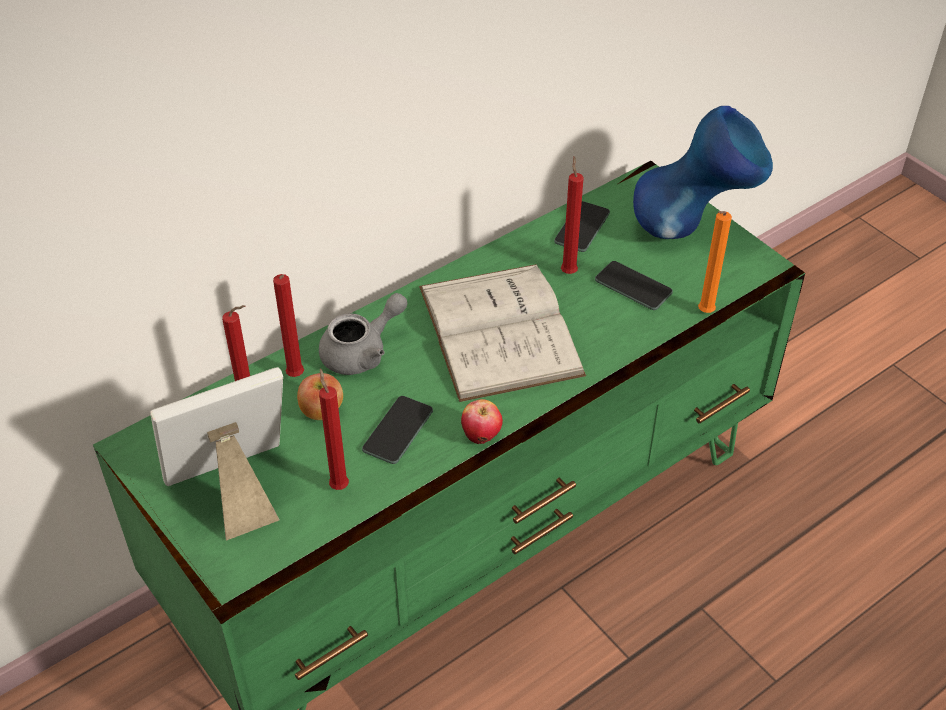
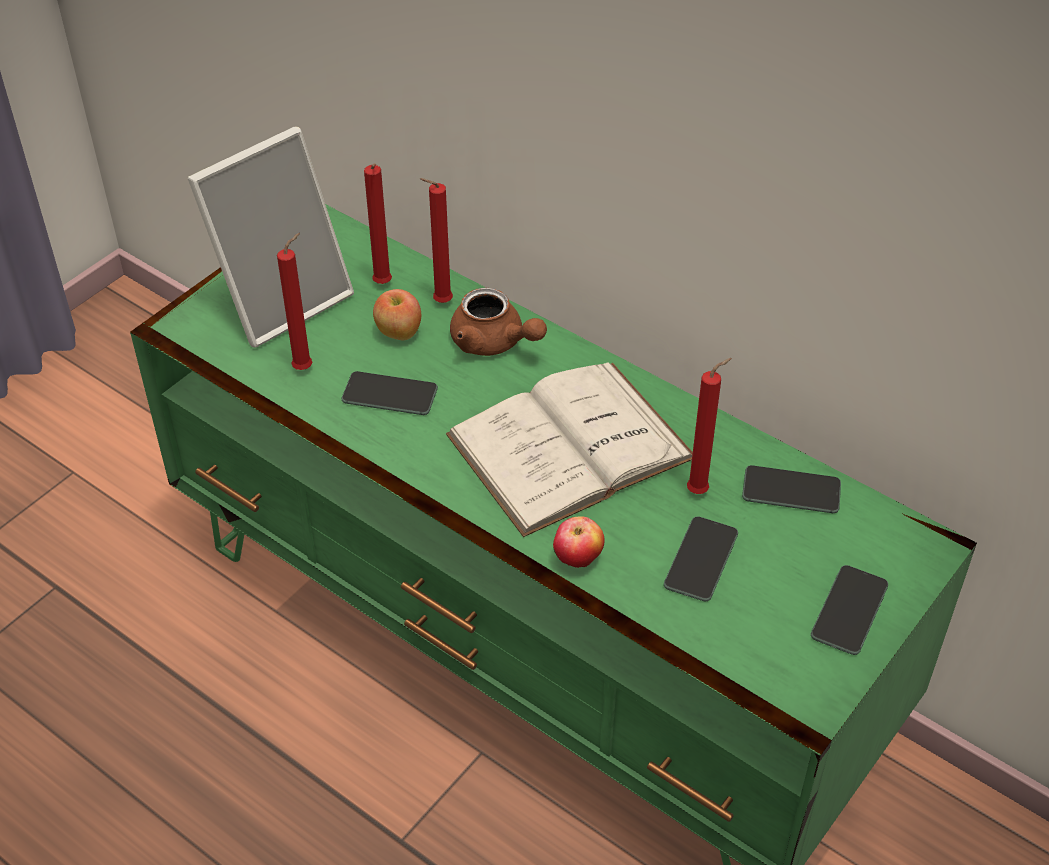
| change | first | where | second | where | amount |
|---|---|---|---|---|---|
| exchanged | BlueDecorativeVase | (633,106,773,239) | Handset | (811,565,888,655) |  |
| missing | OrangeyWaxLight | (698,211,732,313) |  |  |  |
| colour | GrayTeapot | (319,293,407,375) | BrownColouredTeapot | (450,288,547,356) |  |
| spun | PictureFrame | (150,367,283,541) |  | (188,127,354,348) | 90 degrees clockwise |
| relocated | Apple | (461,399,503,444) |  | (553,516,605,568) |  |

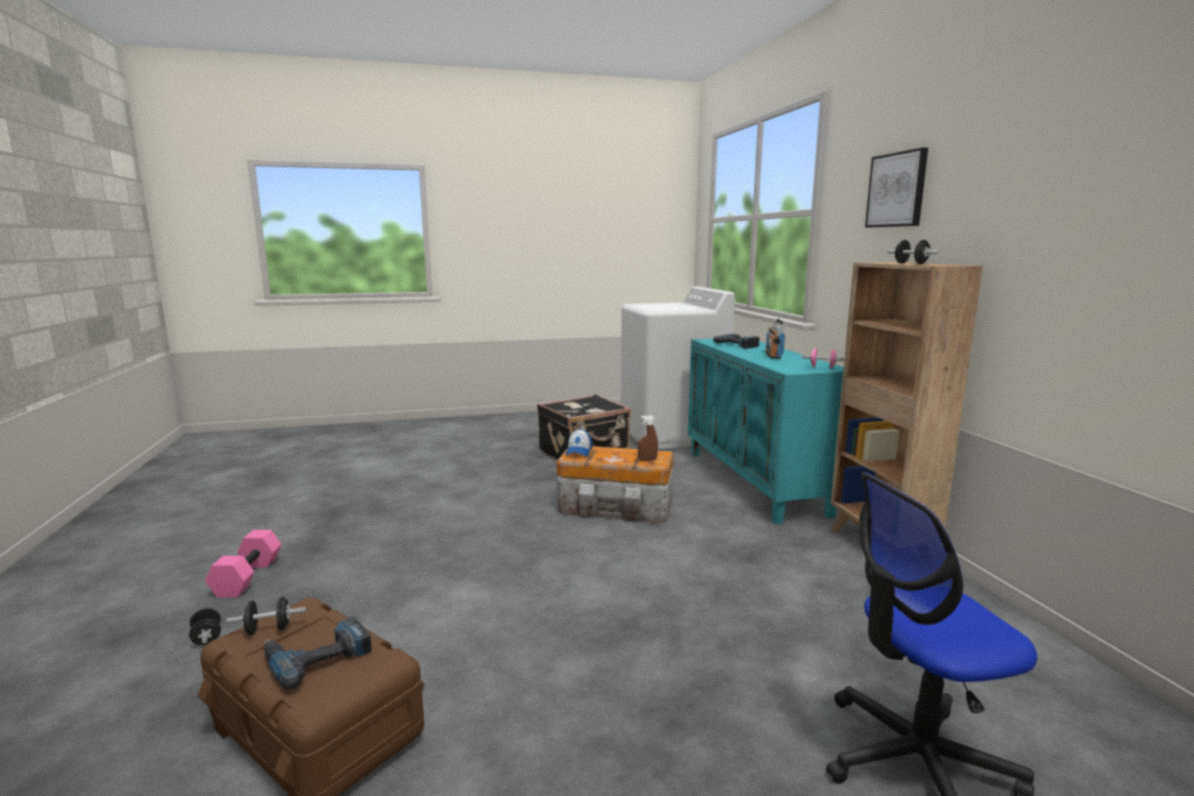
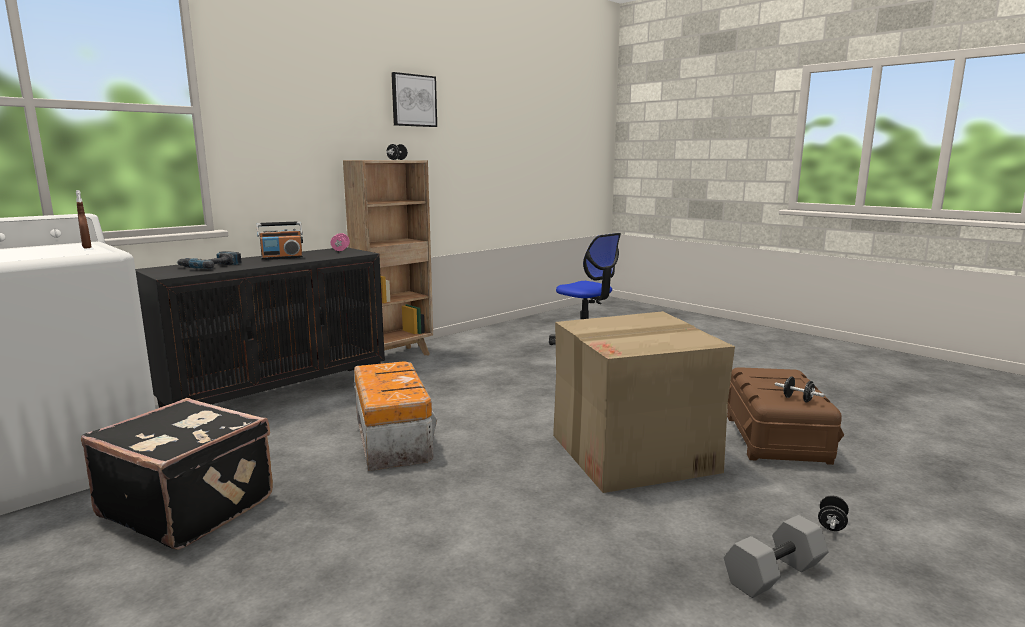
| change | first | where | second | where | amount |
|---|---|---|---|---|---|
| relocated | WallArt | (865,148,928,227) |  | (391,72,437,127) |  |
| colour | TurquoiseColouredCupboard | (688,339,844,524) | BlackColouredCupboard | (135,247,385,408) |  |
| relocated | BrownColouredSprayer | (638,416,658,461) |  | (76,190,92,249) |  |
| missing | Cap | (565,429,592,457) |  |  |  |
| colour | PinkDumbbell | (205,530,281,598) | GrayDumbbell | (724,515,828,598) |  |
| missing | Drill | (264,617,372,690) |  |  |  |
| appeared |  |  | Carton | (553,311,735,493) |  |

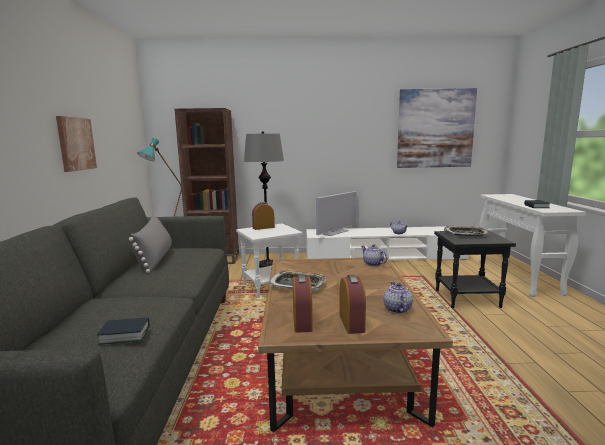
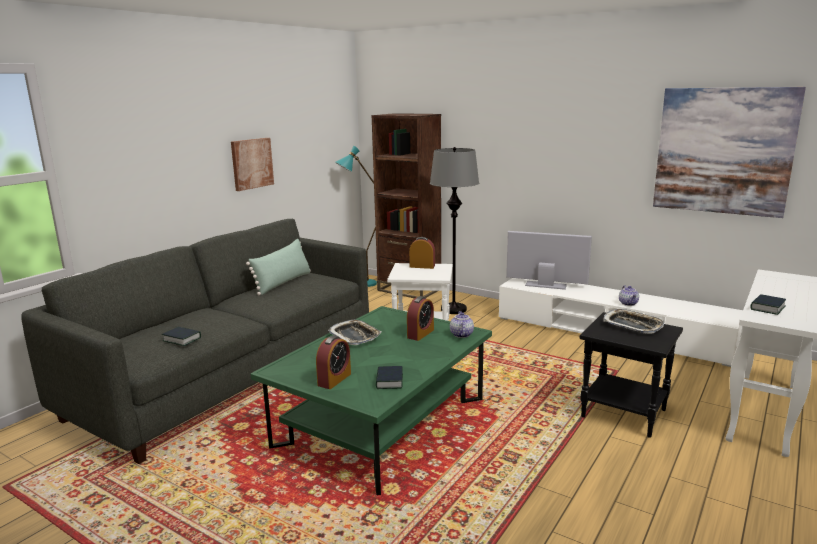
| change | first | where | second | where | amount |
|---|---|---|---|---|---|
| spun | Television | (316,191,357,236) |  | (506,231,592,290) | 150 degrees counterclockwise |
| colour | GrayThrowPillow | (129,215,172,273) | GreenColouredThrowPillow | (246,239,311,295) |  |
| colour | BrownColouredLowTable | (258,257,453,432) | GreenColouredLowTable | (251,306,492,495) |  |
| relocated | AlarmClock | (293,274,313,333) |  | (407,296,434,341) |  |
| exchanged | Teapot | (384,282,413,314) | Volume | (376,366,403,389) |  |

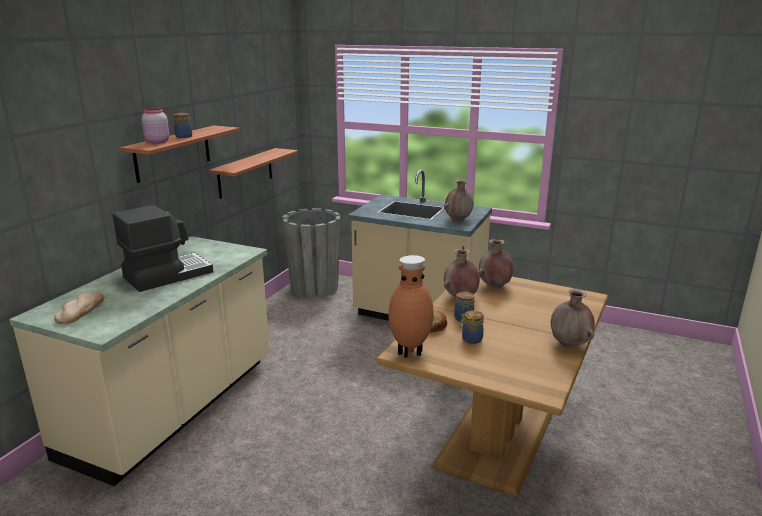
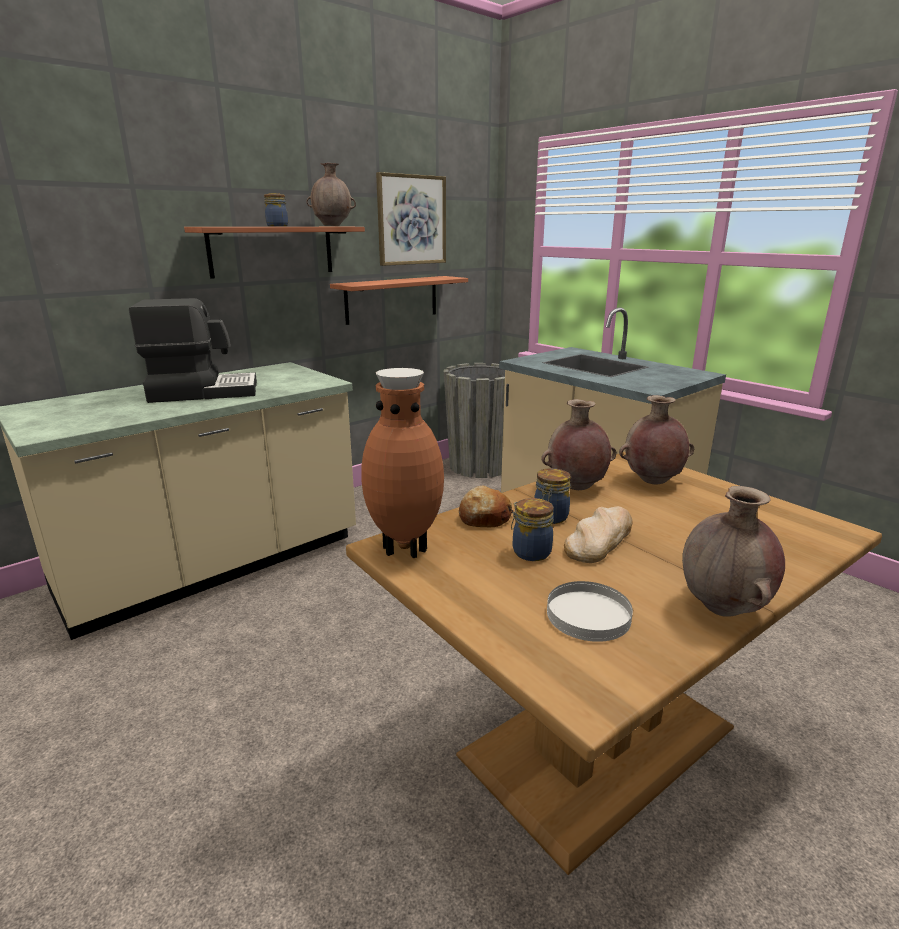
| change | first | where | second | where | amount |
|---|---|---|---|---|---|
| missing | PinkJar | (142,108,169,144) |  |  |  |
| relocated | BrownColouredDecorativeVase | (444,180,474,221) |  | (307,163,356,226) |  |
| relocated | BakedBread | (54,291,105,324) |  | (564,506,632,563) |  |
| appeared |  |  | WallArt | (376,172,446,266) |  |
| appeared |  |  | WhitePlate | (547,581,633,642) |  |

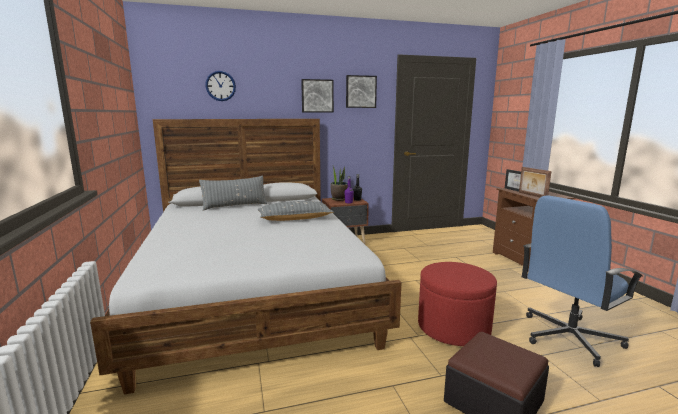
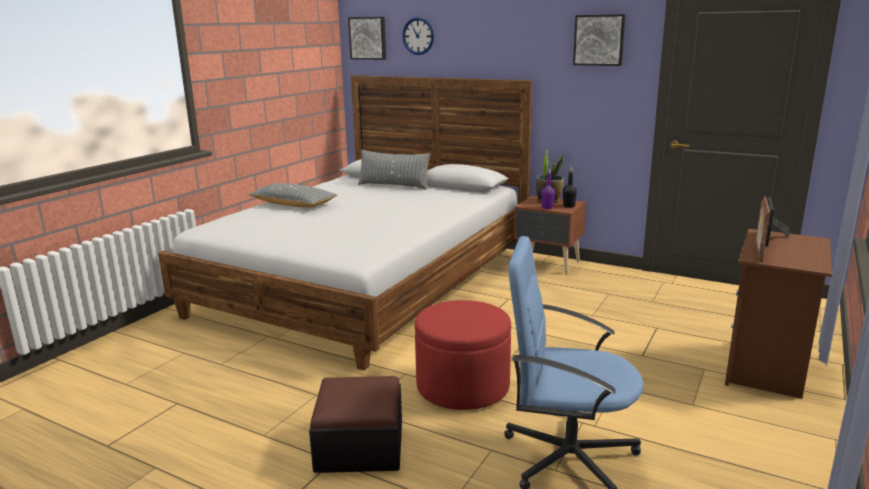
| change | first | where | second | where | amount |
|---|---|---|---|---|---|
| relocated | WallArt | (301,79,334,113) |  | (348,17,386,60) |  |
| relocated | GrayThrowPillow | (258,201,334,221) |  | (248,183,338,208) |  |

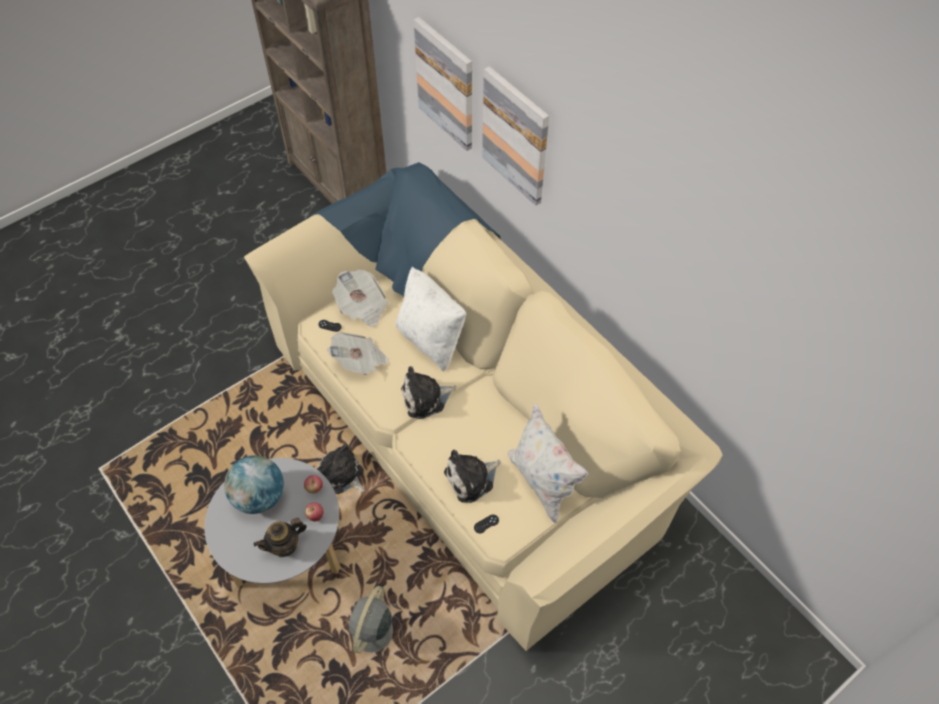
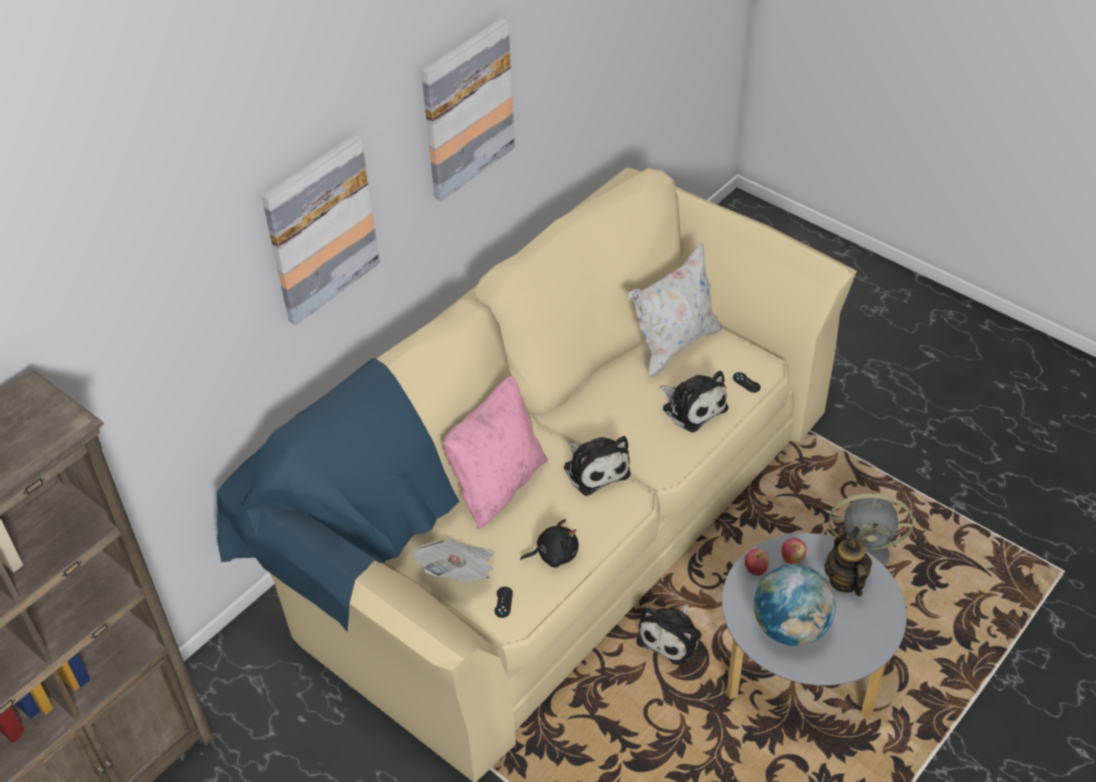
| change | first | where | second | where | amount |
|---|---|---|---|---|---|
| relocated | WallArt | (414,17,472,151) |  | (421,18,515,201) |  |
| colour | WhiteThrowPillow | (395,266,466,371) | PinkThrowPillow | (443,376,548,529) |  |
| exchanged | Newspaper | (327,332,389,375) | BlackColouredCuddlyToy | (520,519,579,568) |  |
| spun | Teapot | (254,517,307,557) |  | (824,526,872,596) | 150 degrees counterclockwise |

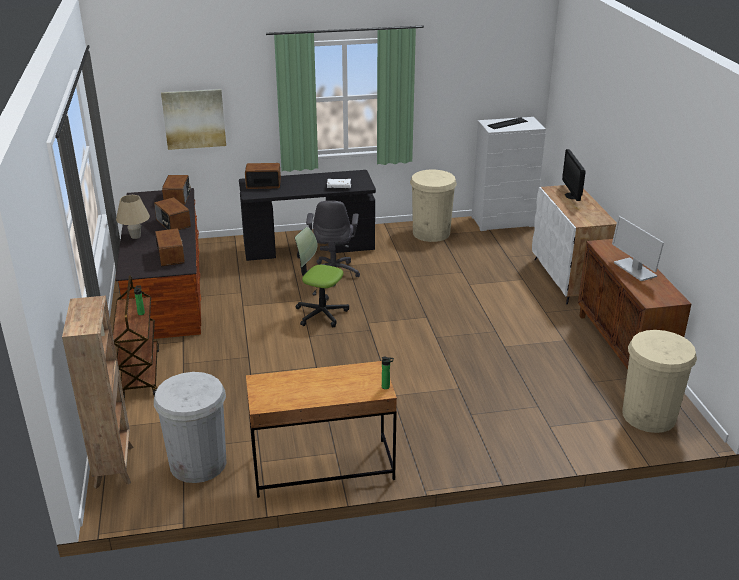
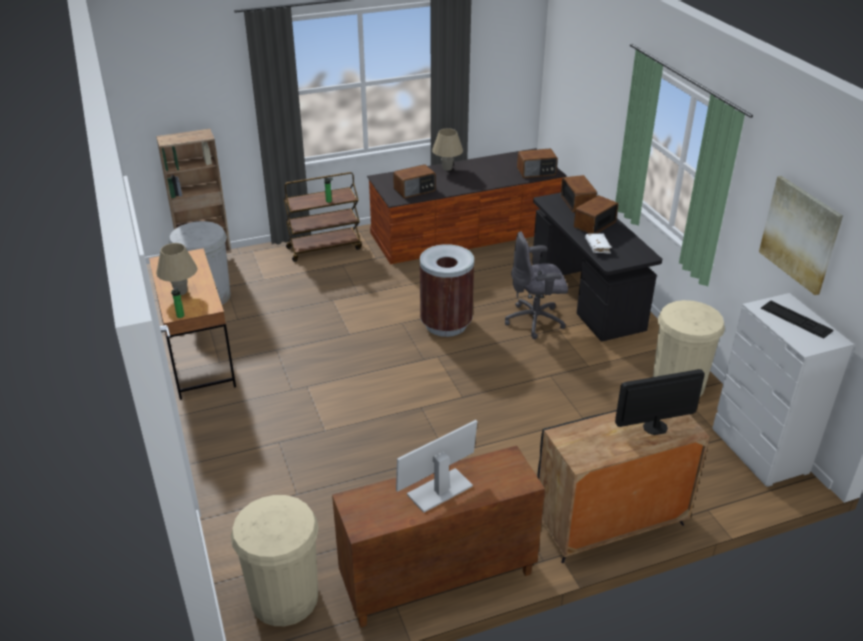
| change | first | where | second | where | amount |
|---|---|---|---|---|---|
| relocated | WallArt | (161,89,226,150) |  | (759,176,843,295) |  |
| colour | WhiteCupboard | (532,185,617,304) | BlackColouredCupboard | (537,410,710,563) |  |
| relocated | RadioSet | (154,197,191,230) |  | (574,195,618,234) |  |
| exchanged | ComputerChair | (295,227,349,327) | BrownColouredTrashCan | (420,244,474,337) |  |
| appeared |  |  | BeigeColouredTableLamp | (156,243,198,295) |  |

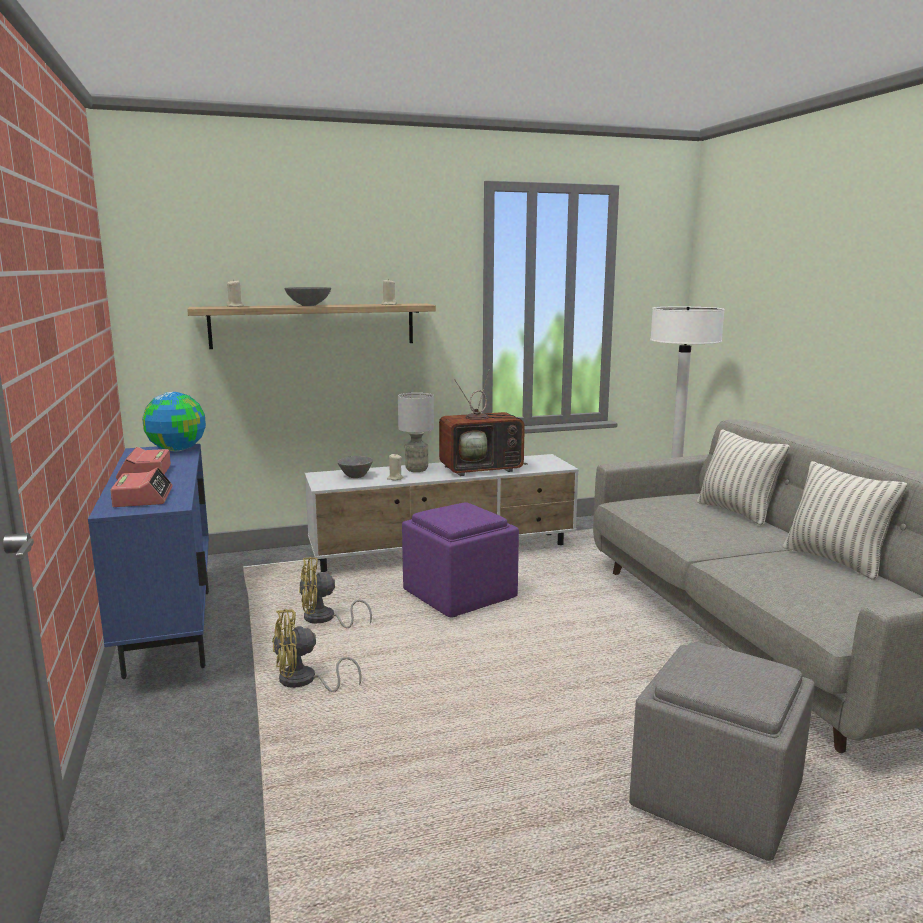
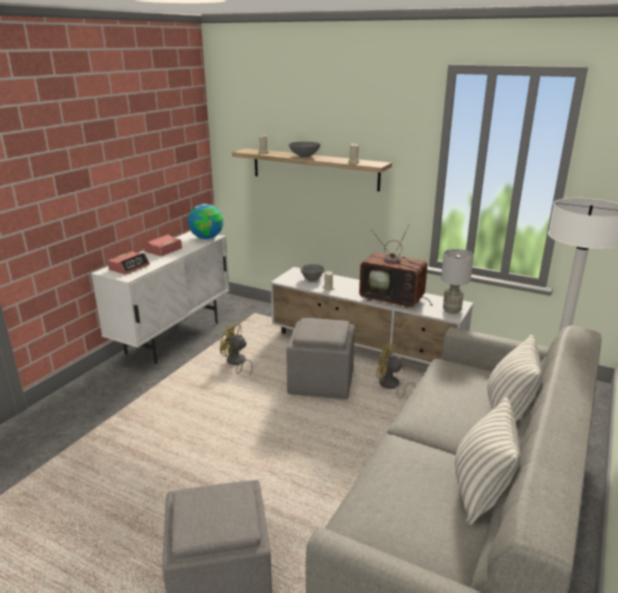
| change | first | where | second | where | amount |
|---|---|---|---|---|---|
| relocated | GrayTableLamp | (398,392,434,472) |  | (441,249,474,314) |  |
| colour | BlueCupboard | (88,444,209,679) | WhiteCupboard | (91,231,230,364) |  |
| colour | PurplePouffe | (402,502,519,617) | GrayPouffe | (286,318,355,399) |  |
| relocated | YellowColouredFan | (272,609,362,692) |  | (376,344,416,399) |  |

